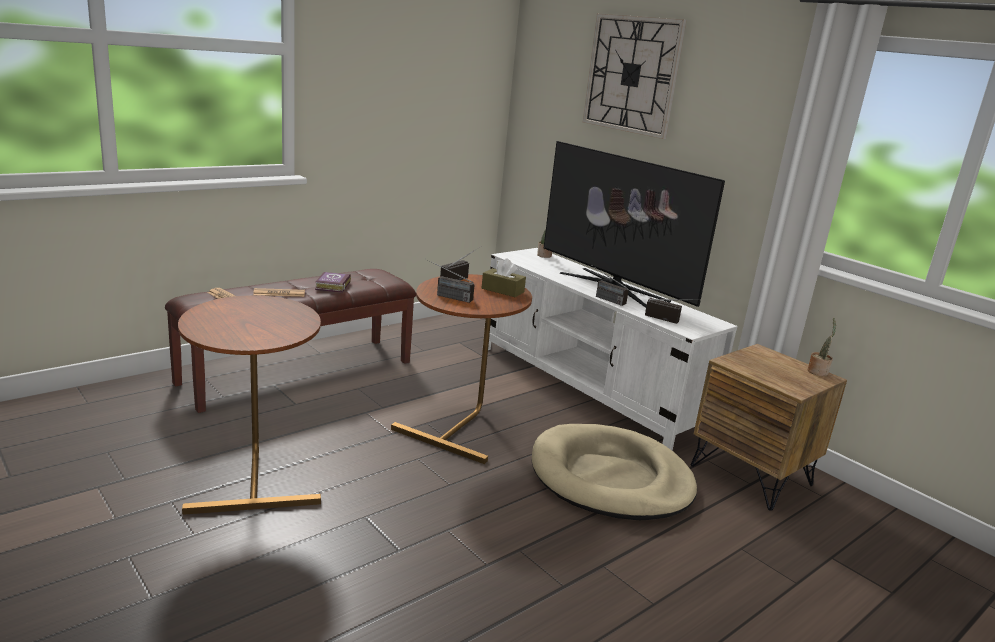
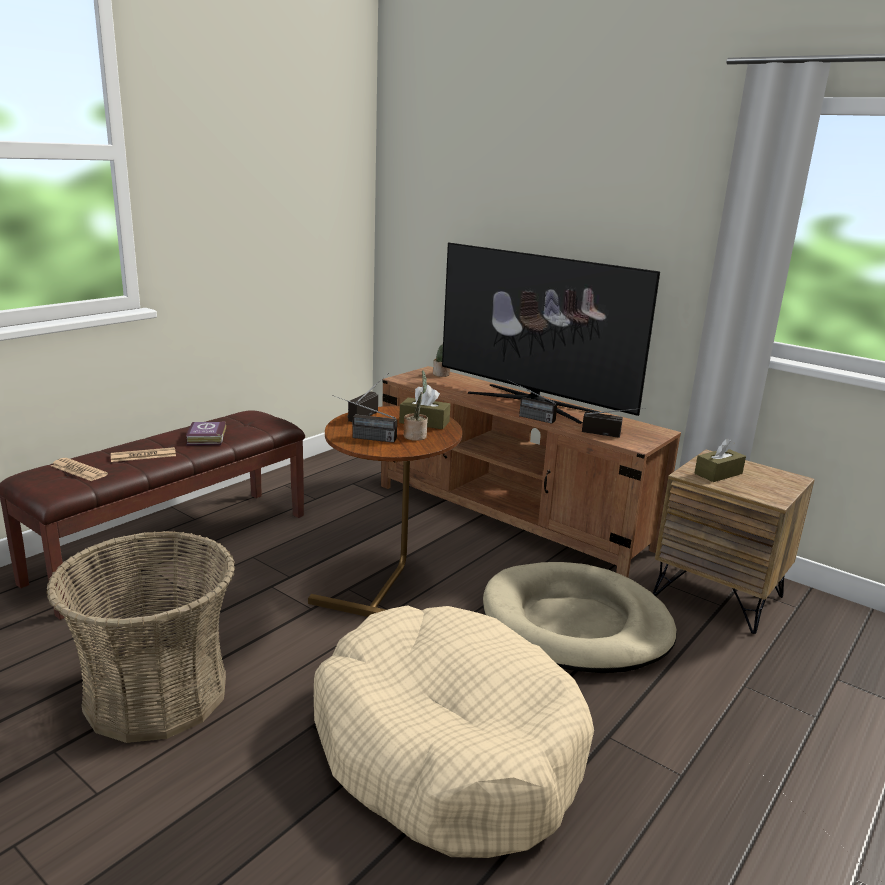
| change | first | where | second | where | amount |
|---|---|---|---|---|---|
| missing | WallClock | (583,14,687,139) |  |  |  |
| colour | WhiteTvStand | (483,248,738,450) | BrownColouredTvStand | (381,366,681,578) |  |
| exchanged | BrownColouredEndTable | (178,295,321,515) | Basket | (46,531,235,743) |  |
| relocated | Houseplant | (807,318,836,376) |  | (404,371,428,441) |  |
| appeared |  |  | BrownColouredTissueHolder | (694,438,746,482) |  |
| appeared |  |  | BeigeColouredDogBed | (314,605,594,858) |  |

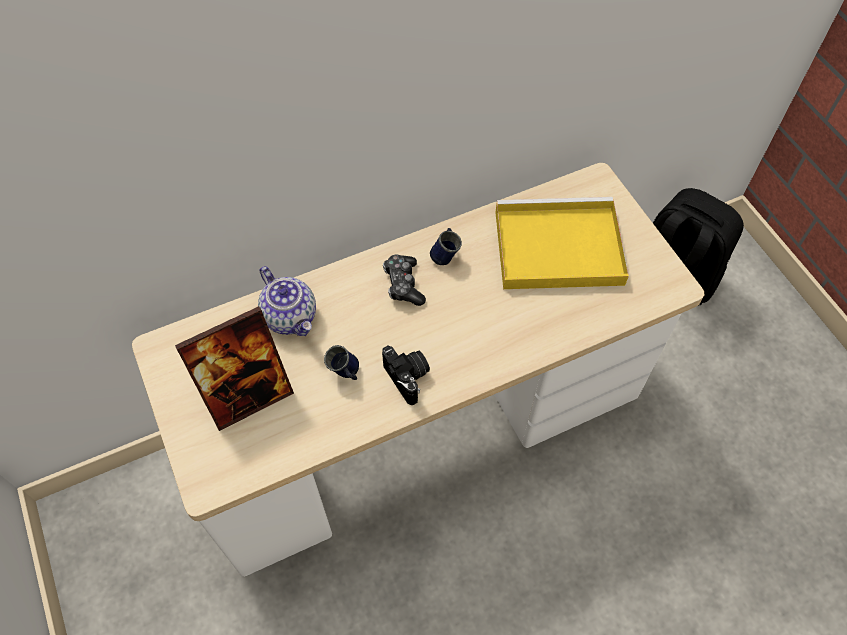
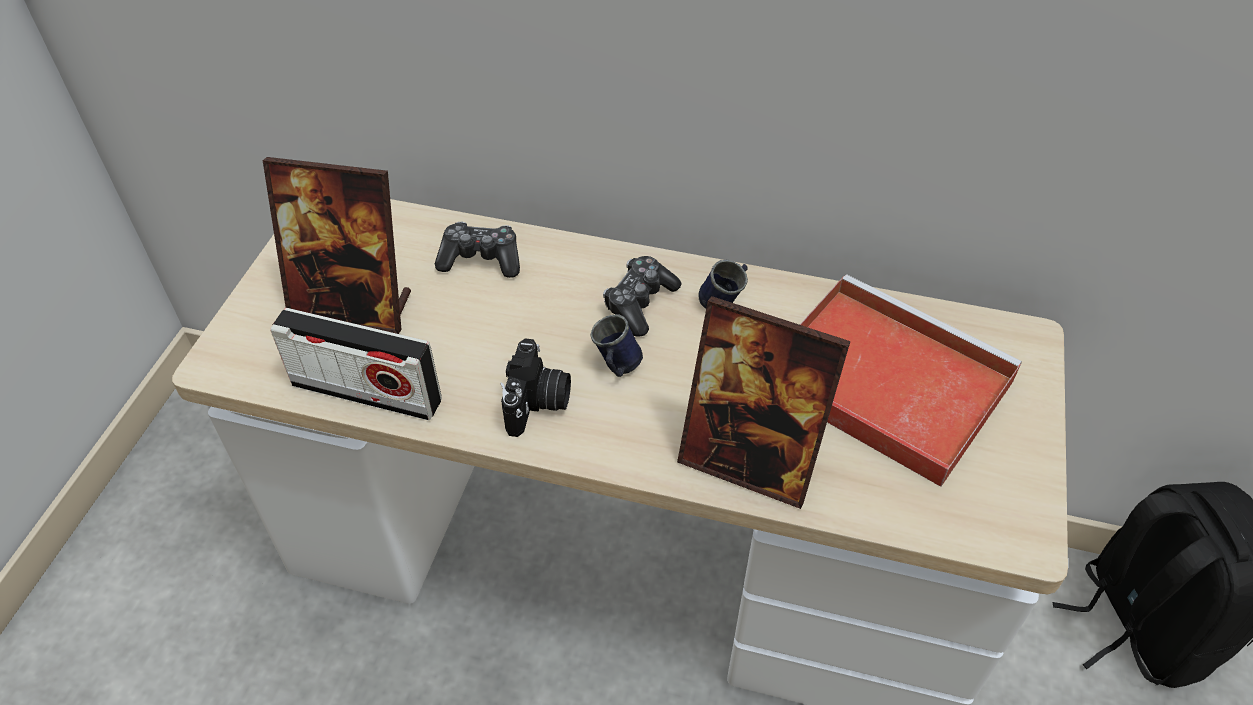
| change | first | where | second | where | amount |
|---|---|---|---|---|---|
| colour | YellowColouredCarryingTray | (495,197,629,289) | RedCarryingTray | (800,274,1022,487) |  |
| exchanged | Teapot | (258,266,316,336) | GameController | (435,222,520,278) |  |
| relocated | BlueCoffeeMug | (324,345,359,380) |  | (591,314,643,377) |  |
| appeared |  |  | PictureFrame | (677,296,850,509) |  |
| appeared |  |  | RadioSet | (270,308,442,421) |  |

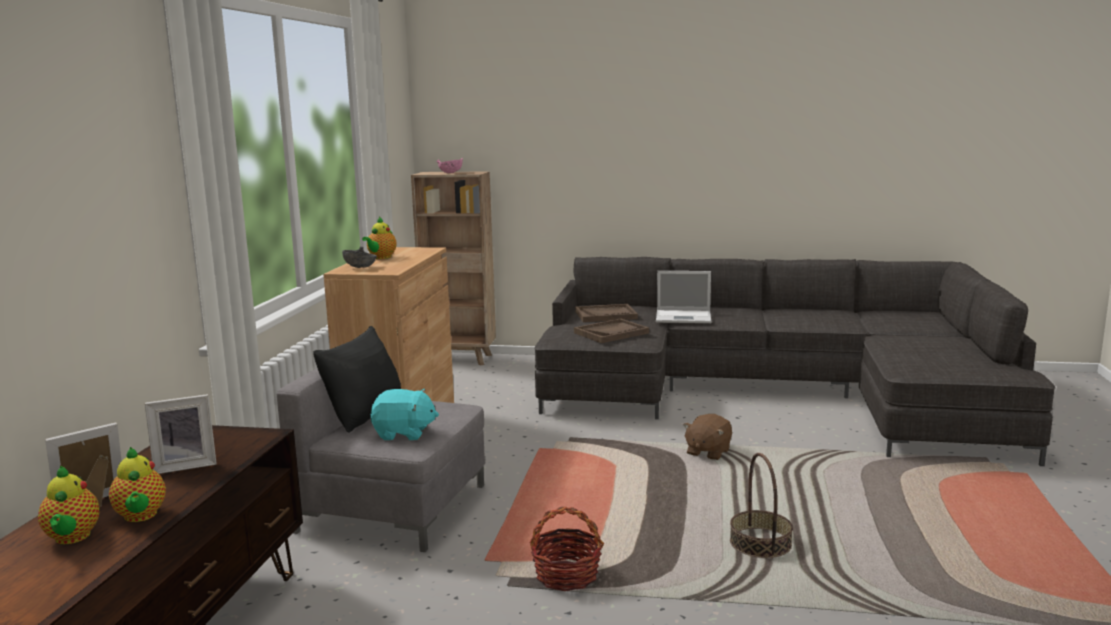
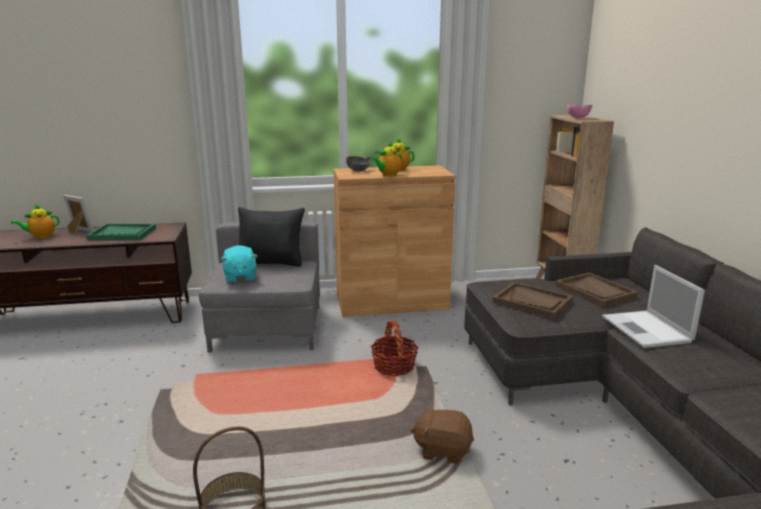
| change | first | where | second | where | amount |
|---|---|---|---|---|---|
| exchanged | PictureFrame | (145,394,217,474) | GreenColouredCarryingTray | (86,224,156,240) |  |
| relocated | Teapot | (109,447,166,522) |  | (371,141,402,176) |  |
| relocated | Basket | (530,507,604,591) |  | (370,320,418,376) |  |

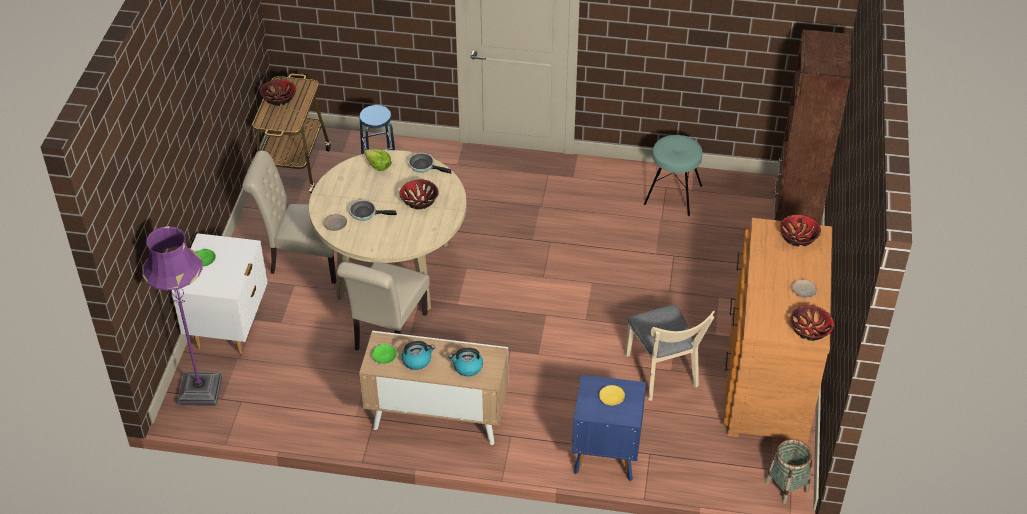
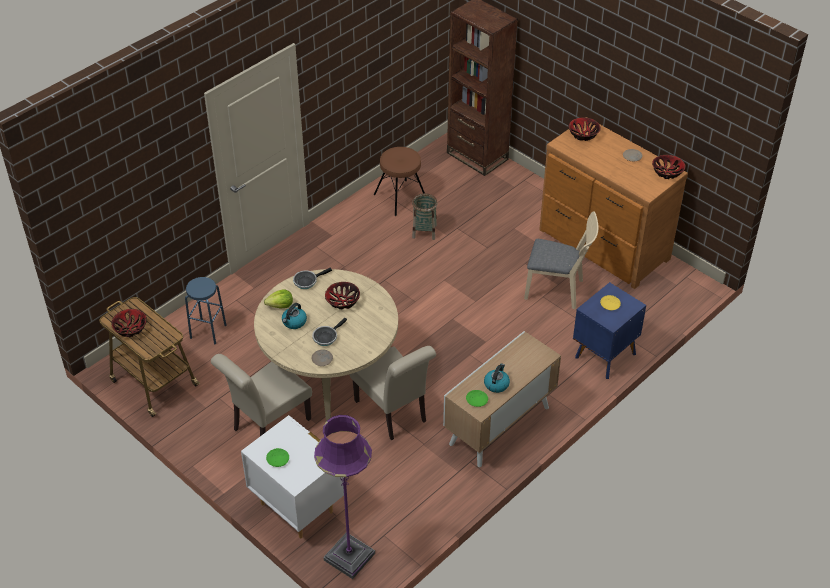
| change | first | where | second | where | amount |
|---|---|---|---|---|---|
| colour | TurquoiseColouredSittingStool | (644,135,702,216) | BrownColouredSittingStool | (374,147,425,216) |  |
| relocated | TeaKettle | (449,347,483,376) |  | (282,303,307,329) |  |
| relocated | Basket | (765,439,812,504) |  | (412,193,437,240) |  |

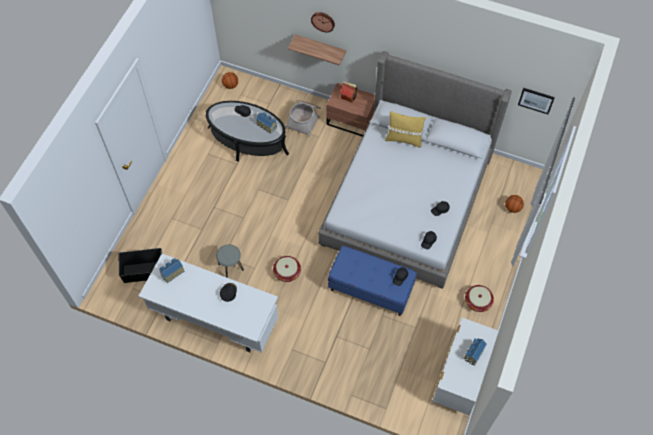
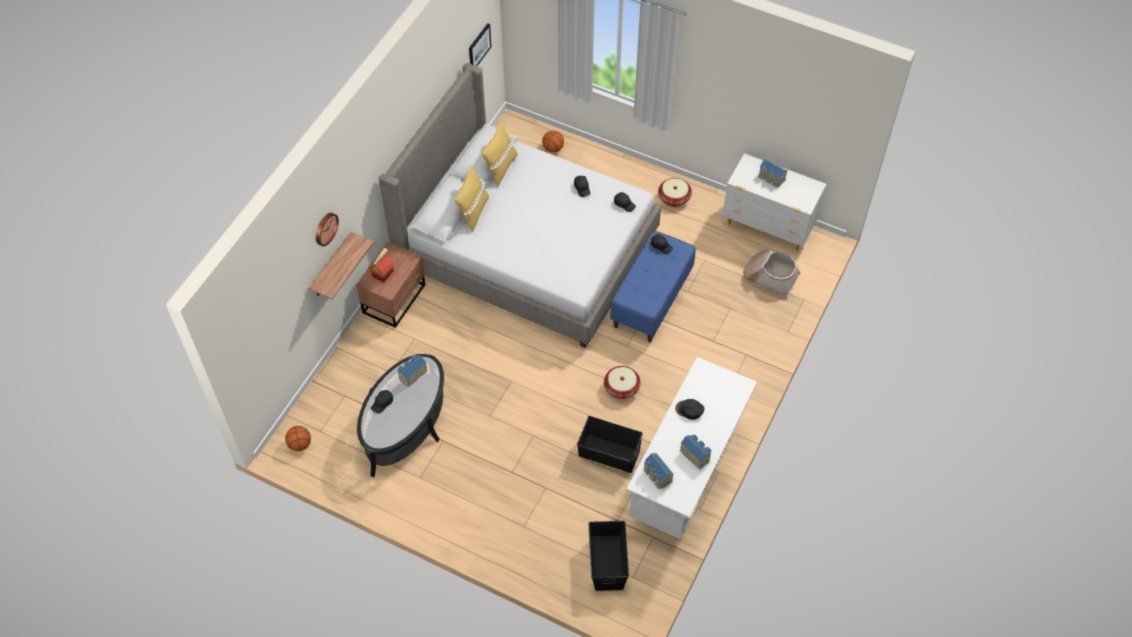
| change | first | where | second | where | amount |
|---|---|---|---|---|---|
| relocated | Basket | (285,100,321,137) |  | (743,249,801,300) |  |
| exchanged | GraySittingStool | (216,244,244,278) | BlackColouredStorageBin | (577,416,643,473) |  |
| appeared |  |  | YellowColouredThrowPillow | (481,122,518,187) |  |
| appeared |  |  | ToyHouse | (680,434,712,469) |  |

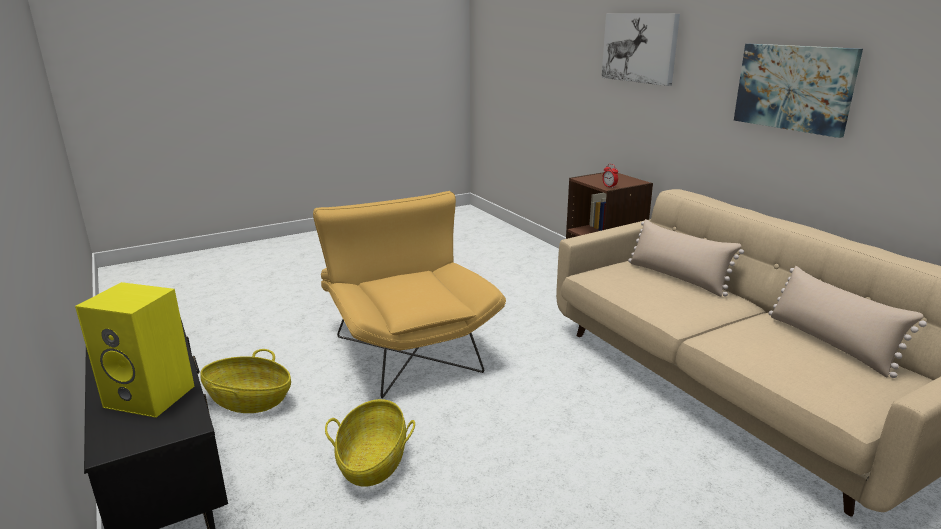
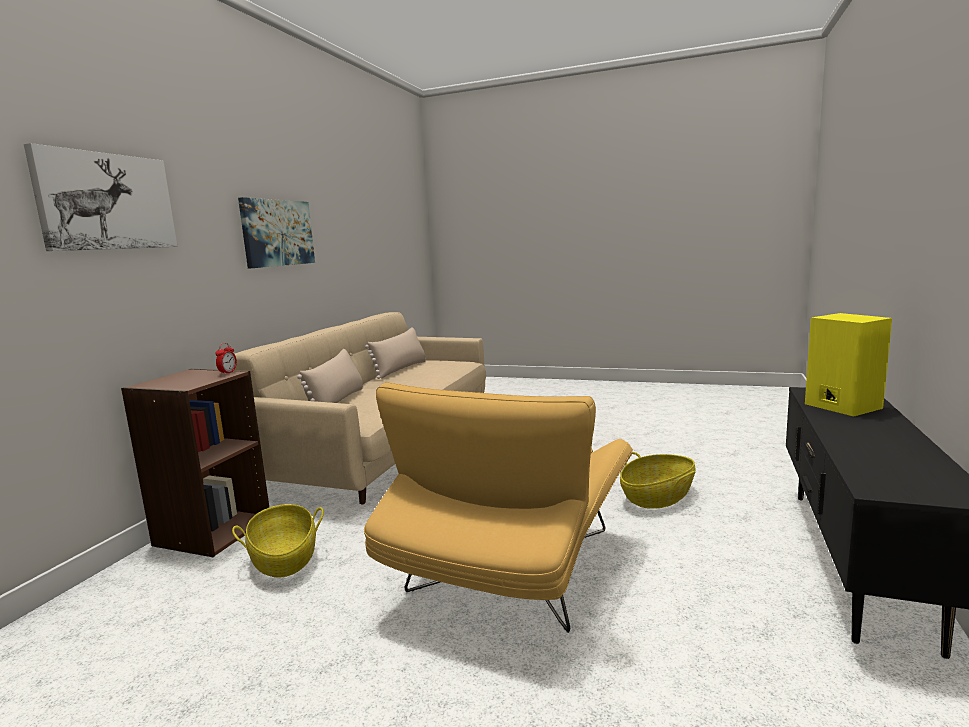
| change | first | where | second | where | amount |
|---|---|---|---|---|---|
| relocated | Basket | (200,349,291,413) |  | (232,504,324,578) |  |

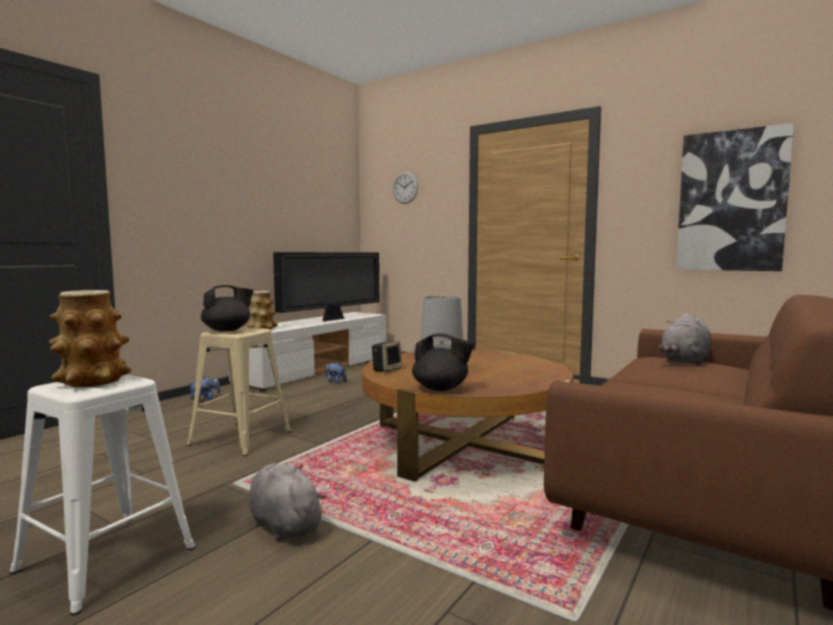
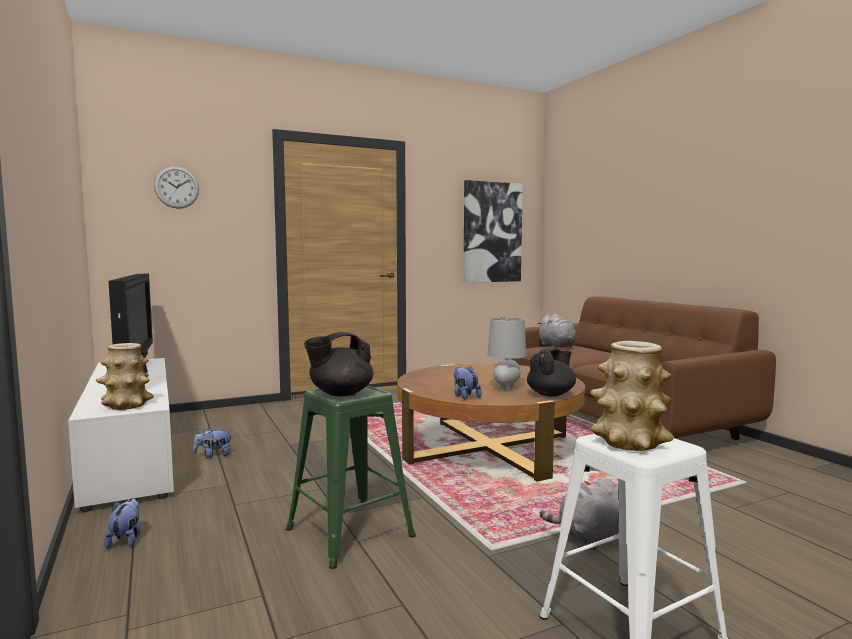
| change | first | where | second | where | amount |
|---|---|---|---|---|---|
| spun | BlackColouredTeapot | (201,285,254,332) |  | (304,332,373,396) | 120 degrees counterclockwise |
| colour | BeigeColouredSittingStool | (186,327,292,456) | GreenColouredSittingStool | (286,385,416,569) |  |
| exchanged | Speaker | (372,341,402,372) | CuddlyToy | (454,366,482,399) |  |

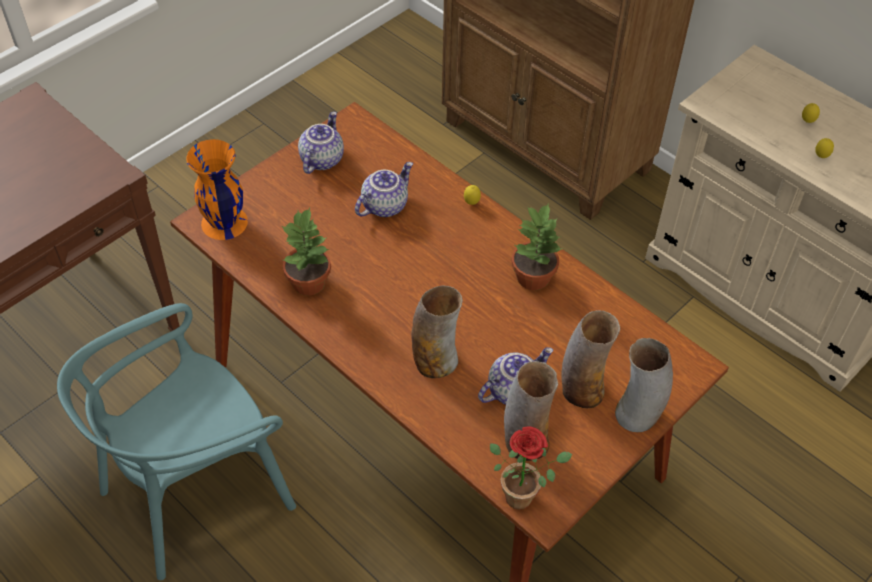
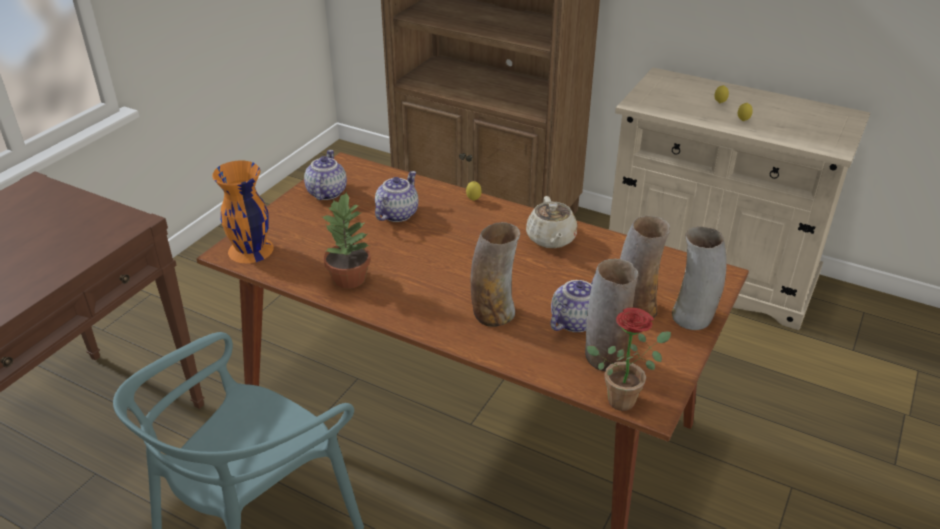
| change | first | where | second | where | amount |
|---|---|---|---|---|---|
| exchanged | Houseplant | (512,203,562,290) | BeigeColouredTeapot | (526,196,577,248) |  |

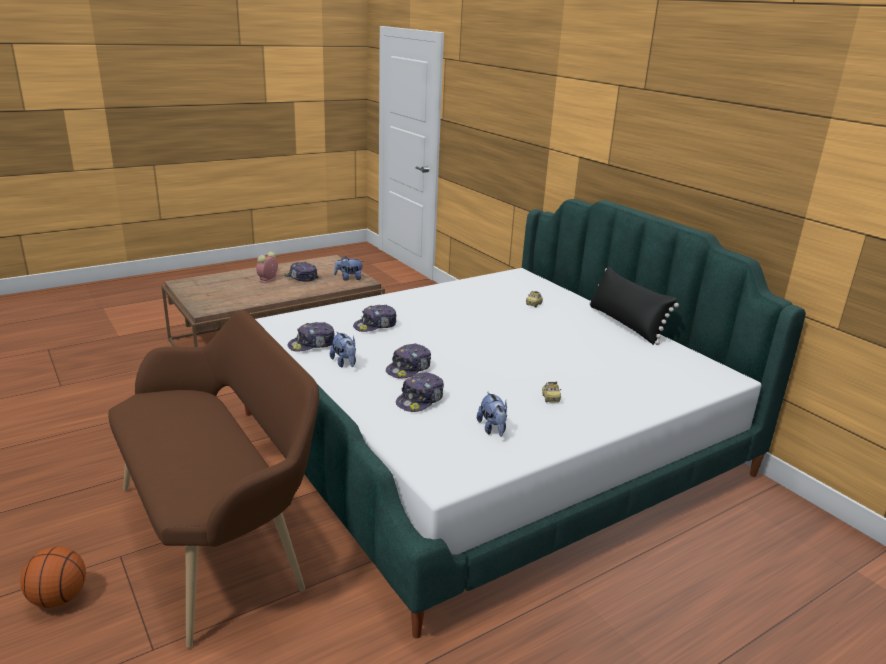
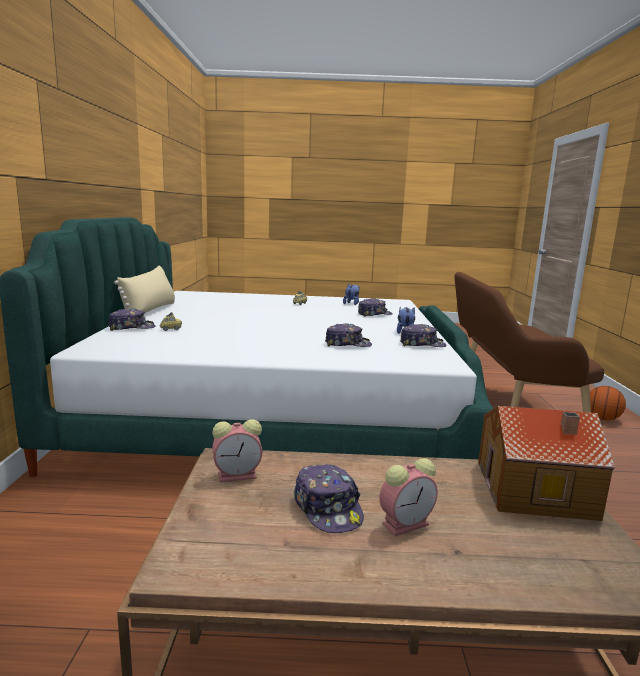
| change | first | where | second | where | amount |
|---|---|---|---|---|---|
| exchanged | CuddlyToy | (334,257,364,280) | AlarmClock | (212,419,263,482) |  |
| colour | BlackColouredThrowPillow | (589,266,679,345) | BeigeColouredThrowPillow | (114,265,175,313) |  |
| relocated | Cap | (386,343,431,379) |  | (109,308,156,331) |  |
| appeared |  |  | ToyHouse | (478,406,615,521) |  |

